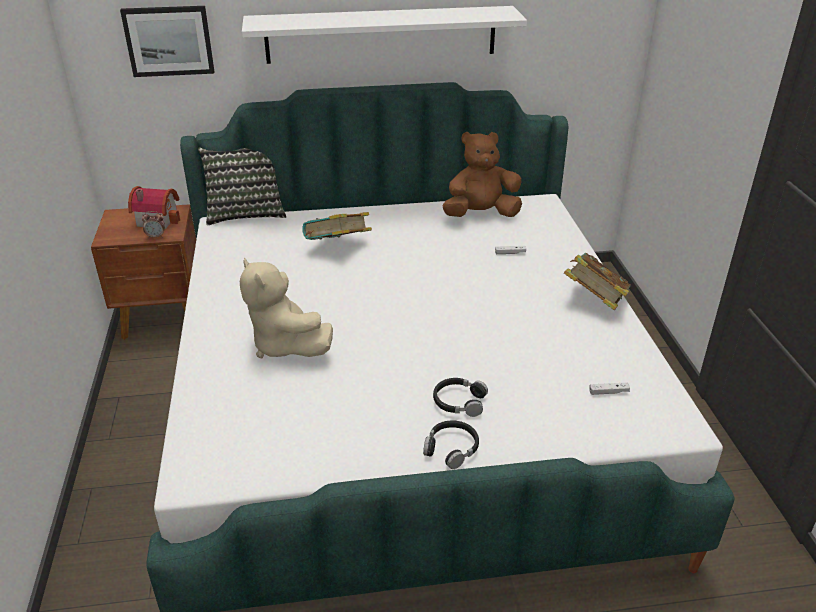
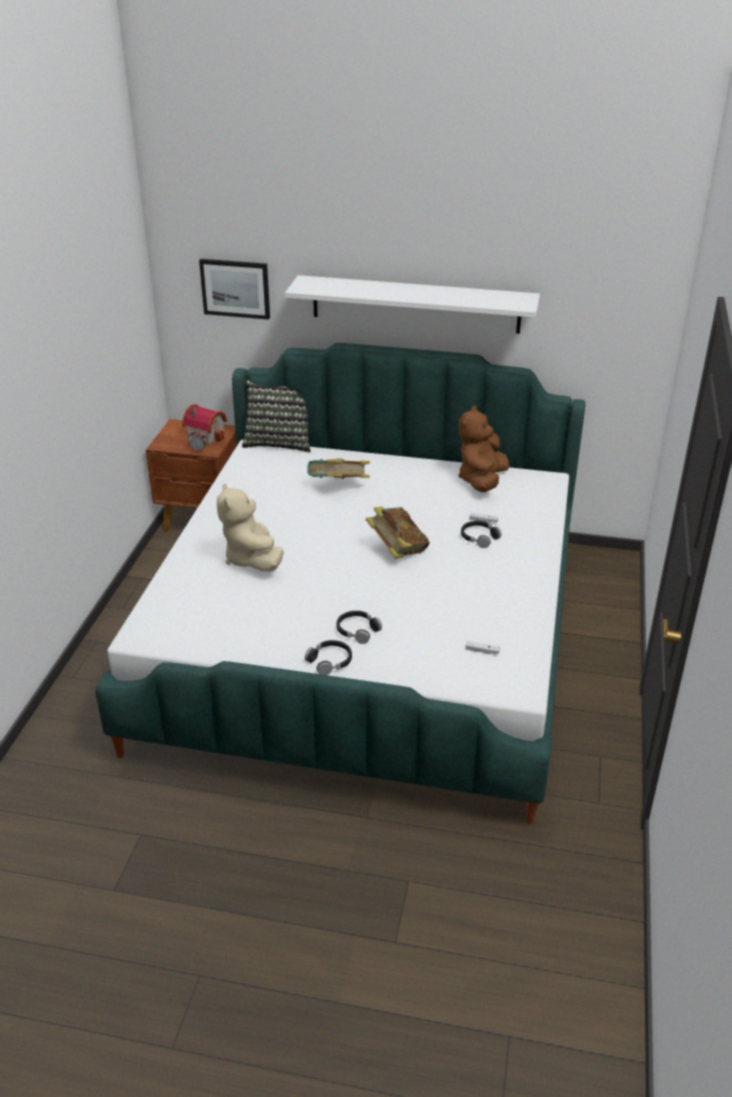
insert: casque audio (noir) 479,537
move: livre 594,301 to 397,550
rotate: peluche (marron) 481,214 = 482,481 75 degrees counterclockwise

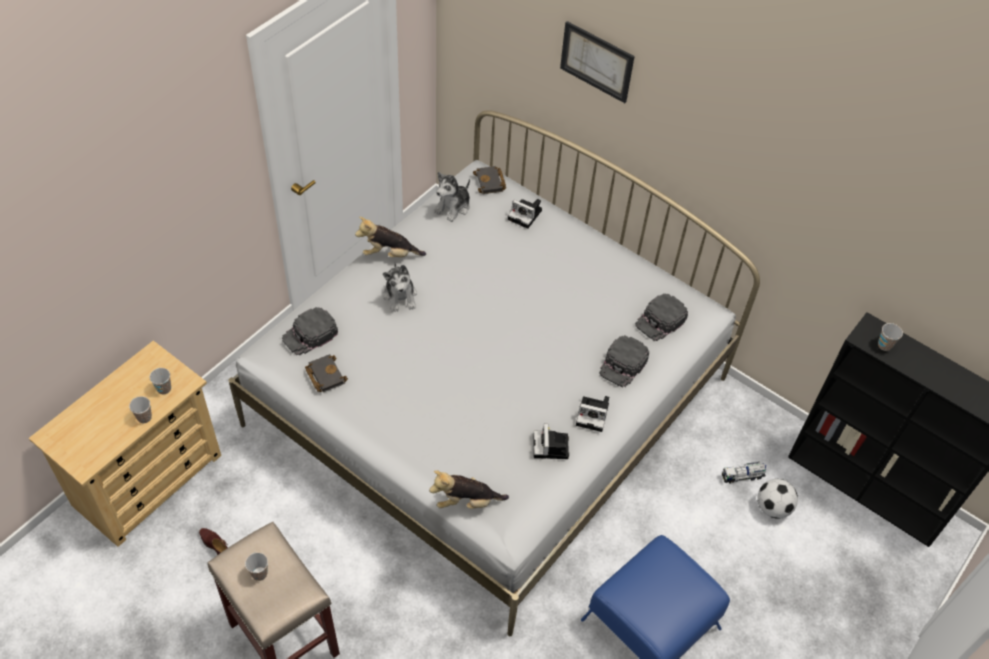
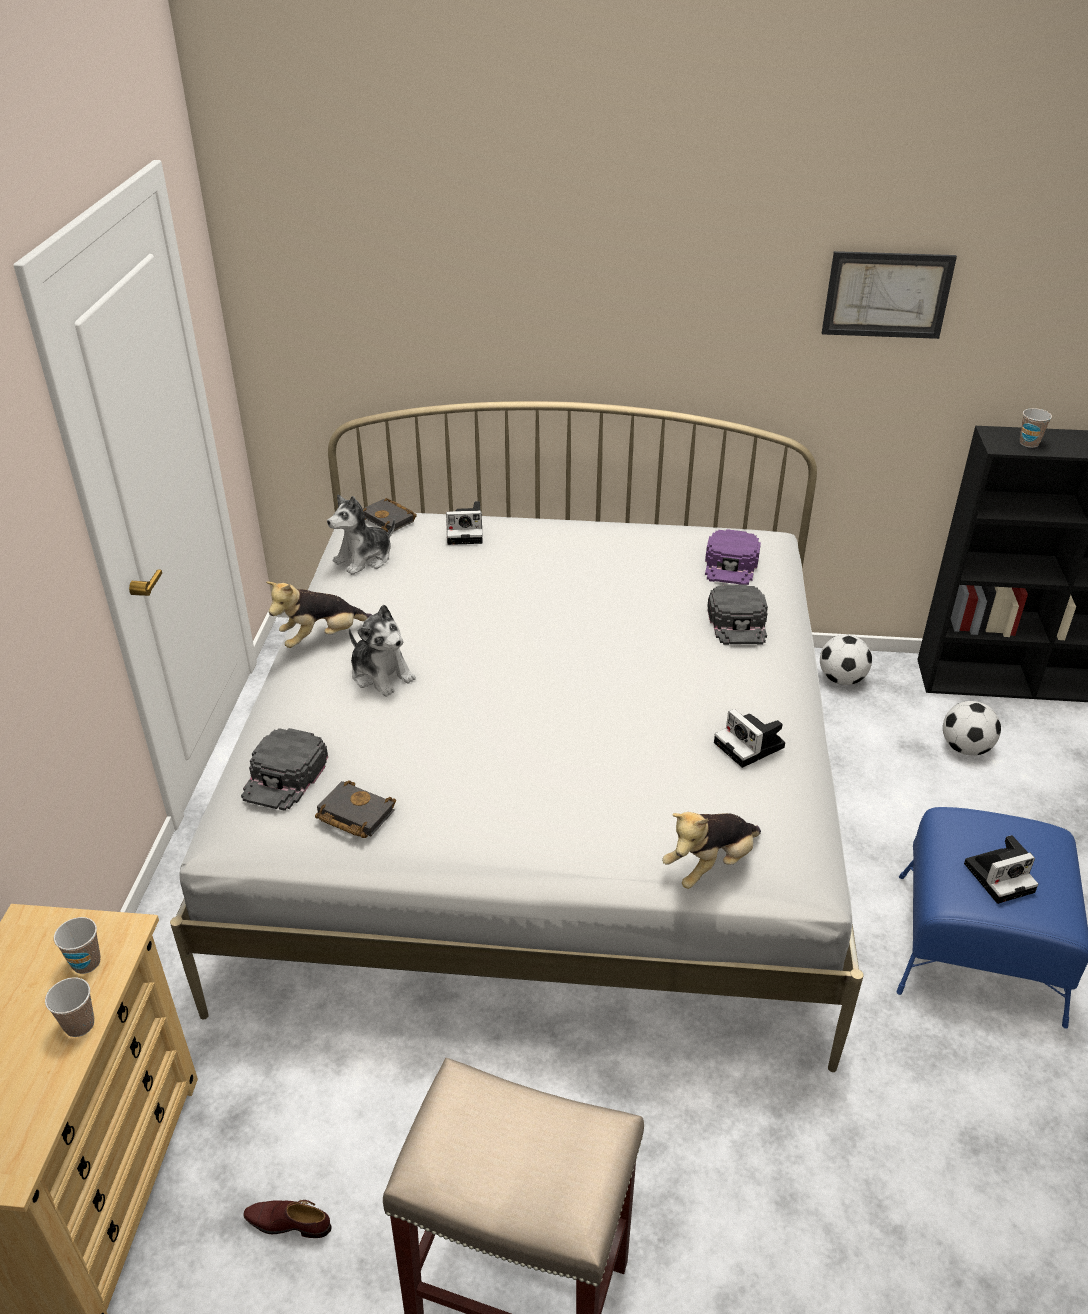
delete: tasse 259,574; camion jouet 742,476
insert: ballon de foot 842,679
move: tableau 597,61 to 887,294; appareil photo 593,415 to 1000,876
recolor: casquette (noir) 660,321 to casquette (violet) 731,565
rotate: peluche 453,207 = 364,559 45 degrees clockwise

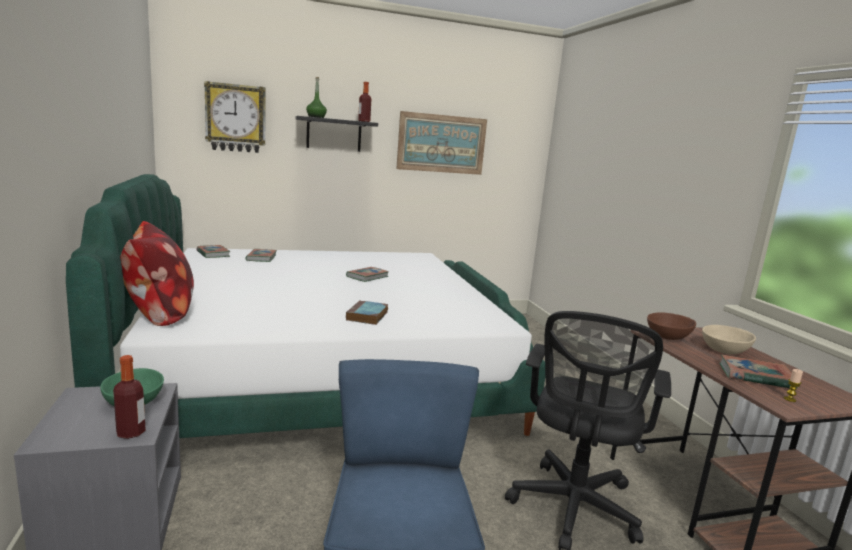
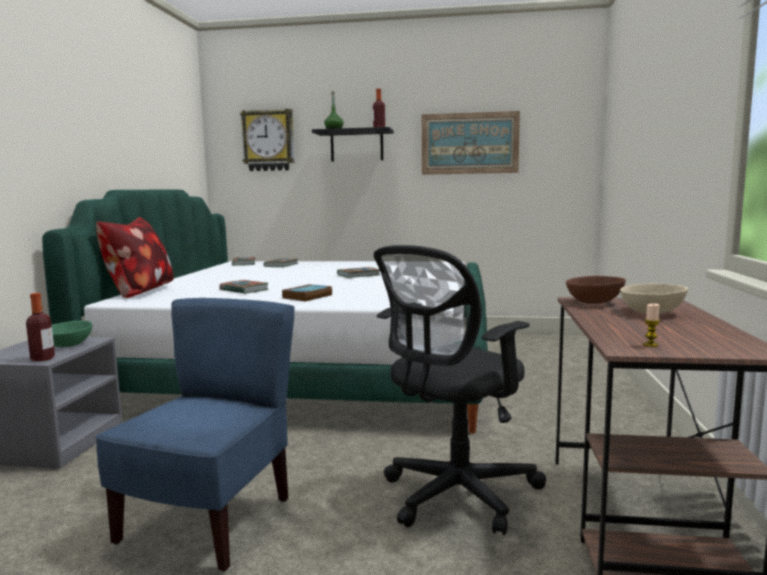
move: livre 755,376 to 244,290

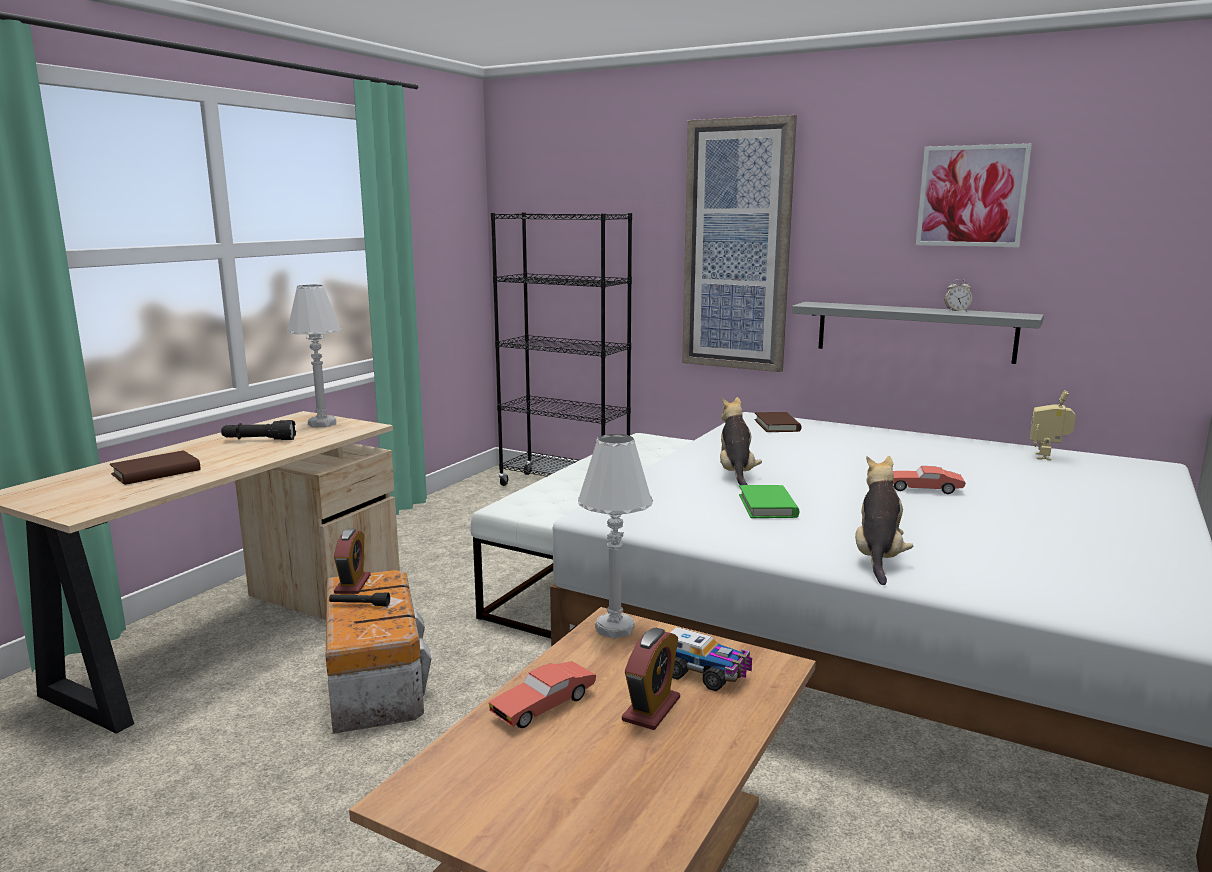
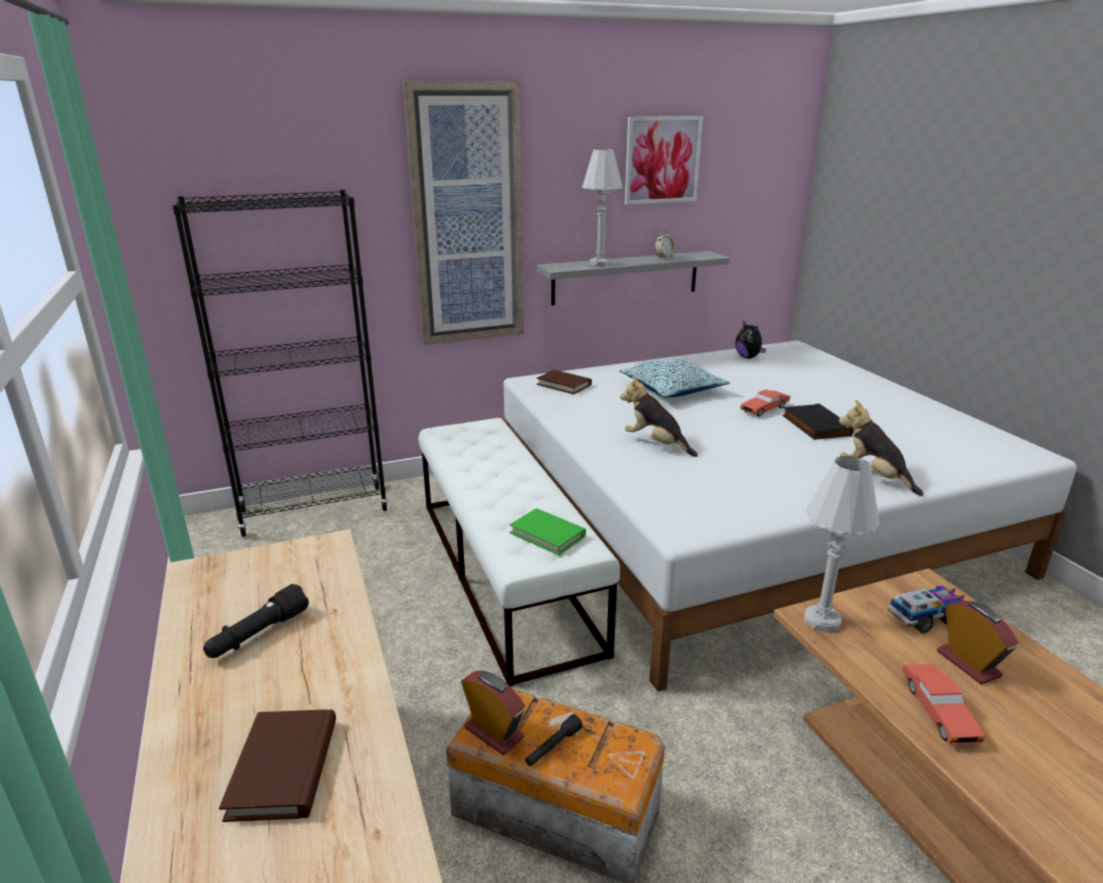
insert: coussin 672,389; livre (noir) 814,425
move: lampe de table (blanc) 322,424 to 600,264; livre (vert) 767,506 to 547,534
replace: robot jouet 1048,457 to peluche 748,357

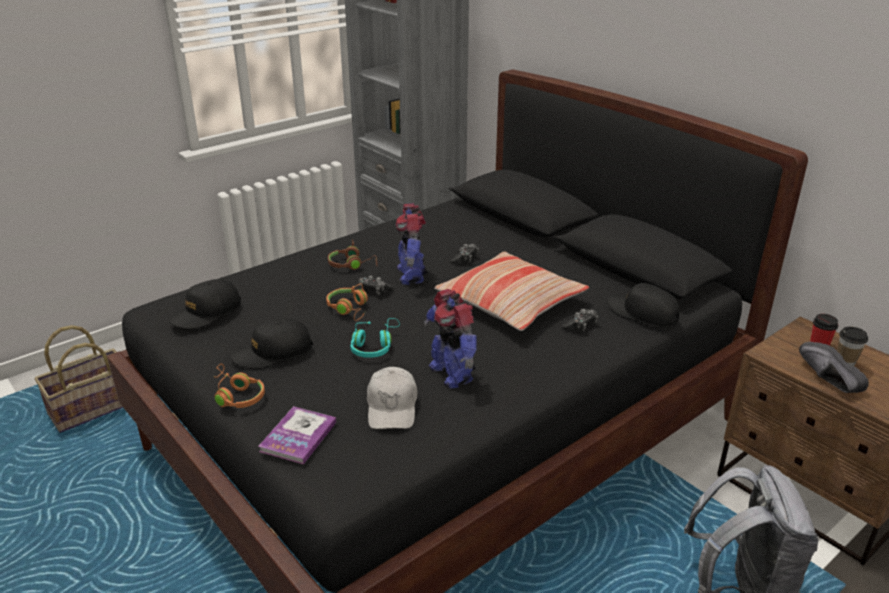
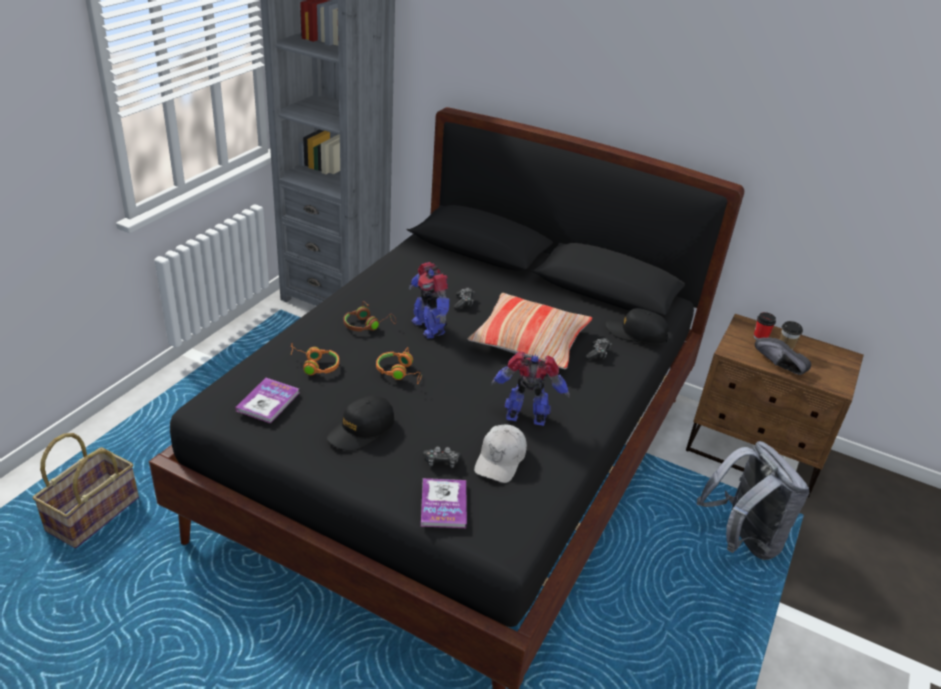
delete: casque audio (turquoise) 374,346
move: casque audio (orange) 236,395 to 314,365; manette 374,291 to 441,462
replace: casquette (noir) 206,313 to livre 268,401
rotate: casquette (blanc) 392,407 = 500,460 45 degrees clockwise; robot jouet 451,373 = 526,418 150 degrees clockwise

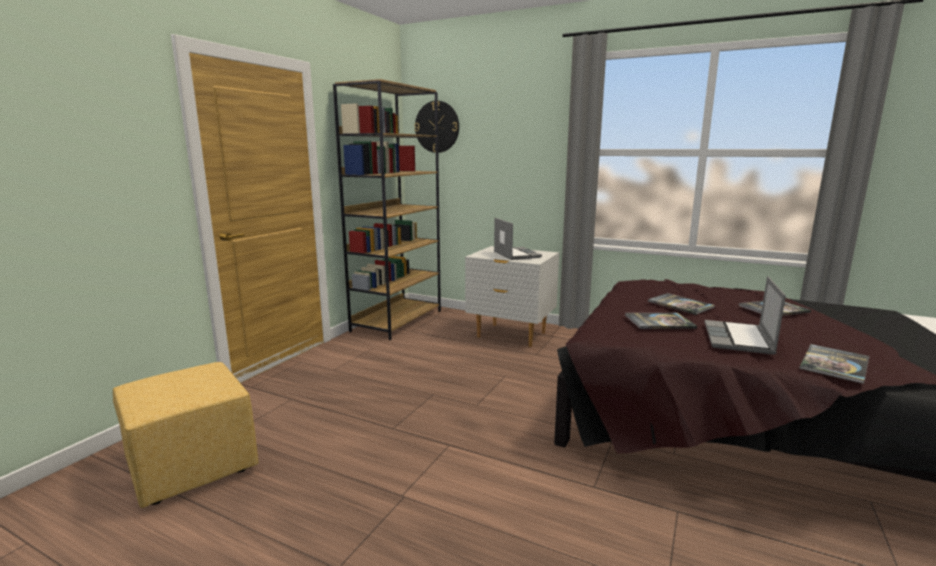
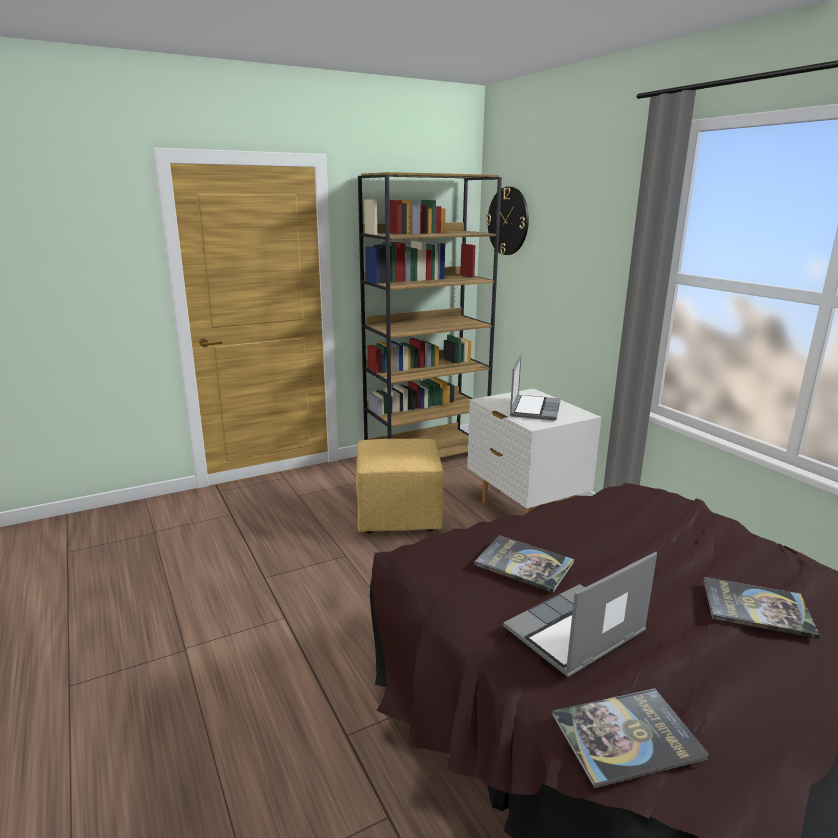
delete: livre 680,304
move: pouf (jaune) 190,467 to 397,516

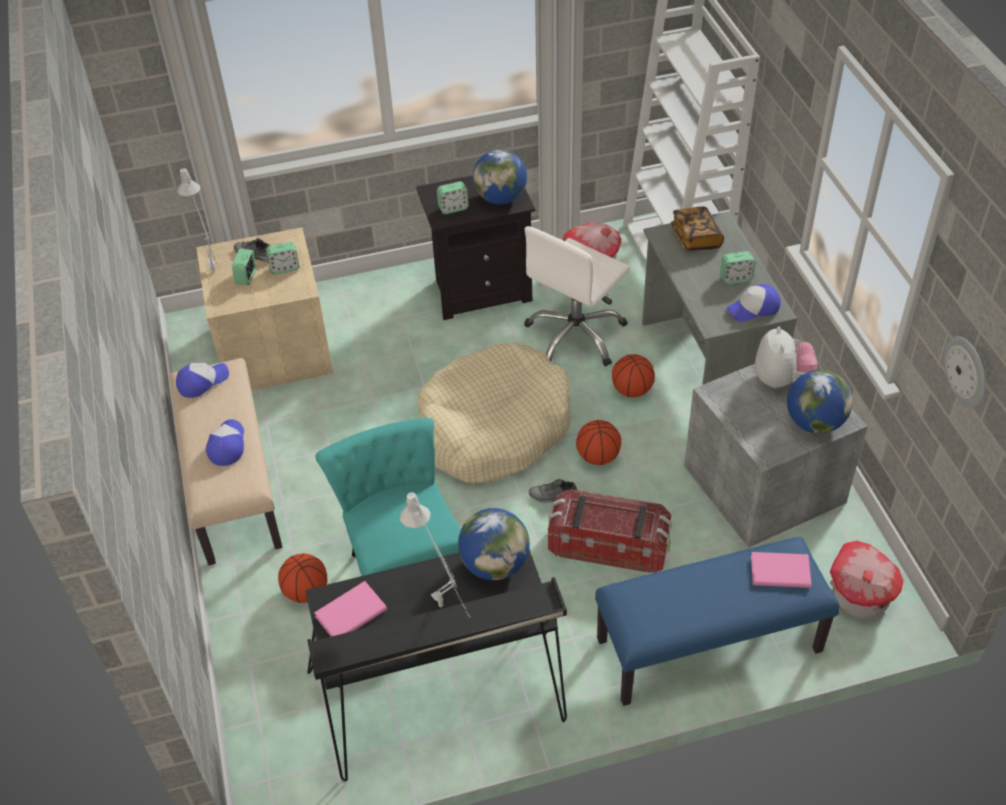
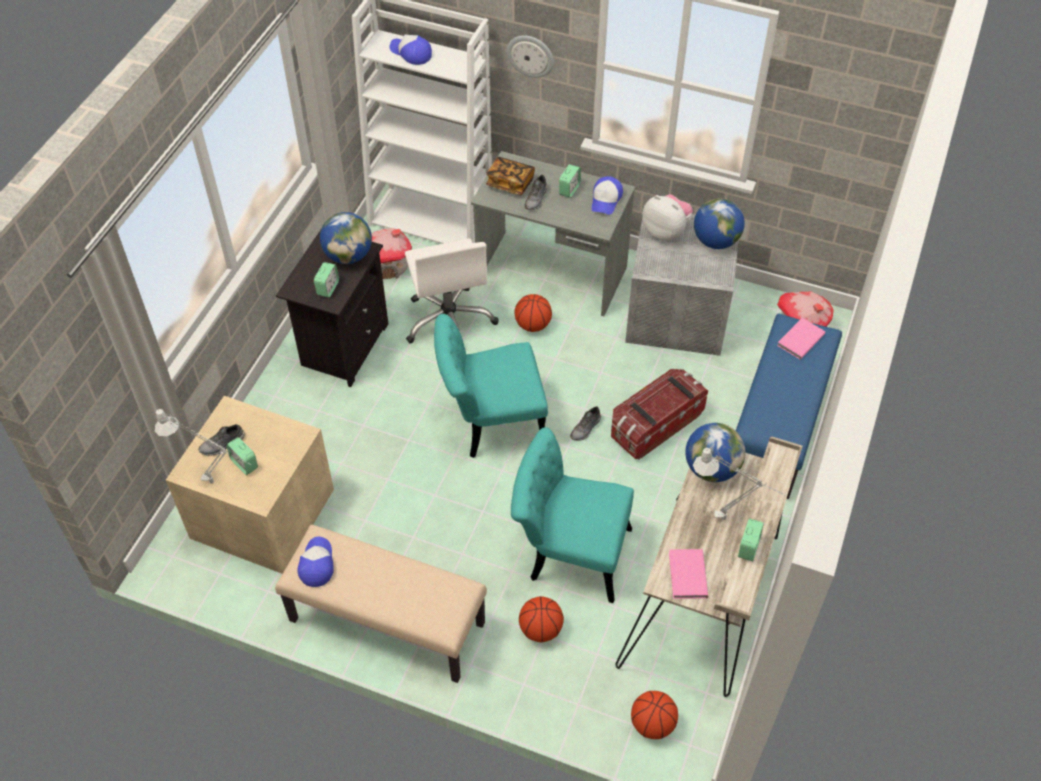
insert: chaussure (gris) 536,198
move: casquette 227,445 to 411,53; réveil 284,268 to 748,547; ballon de basket 598,457 to 652,724; horloge murale 966,371 to 530,55
replace: panier pour chien (beige) 493,428 to chaise (turquoise) 491,423
recolor: bureau (noir) 441,699 to bureau (beige) 704,598

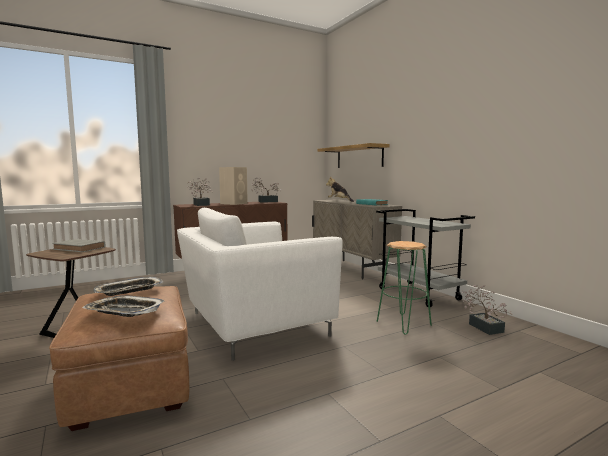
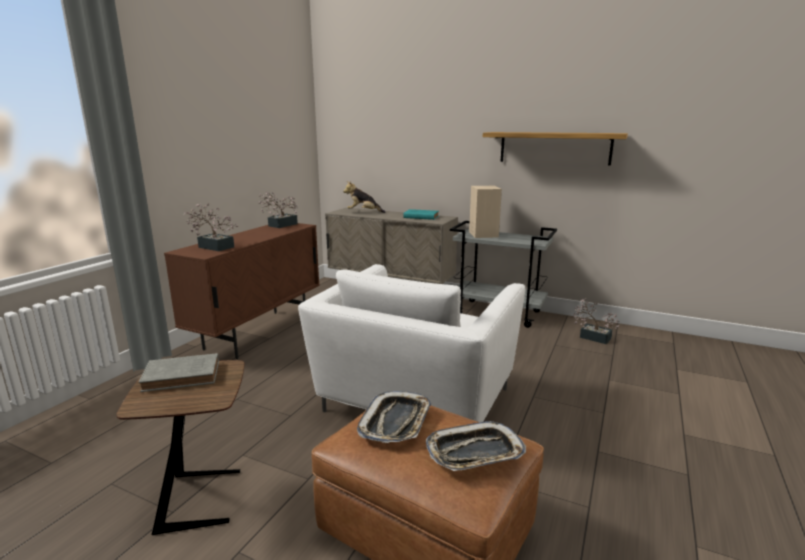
delete: tabouret (vert) 403,323
move: enceinte (beige) 234,203 to 483,234; étagère 359,157 to 554,148

